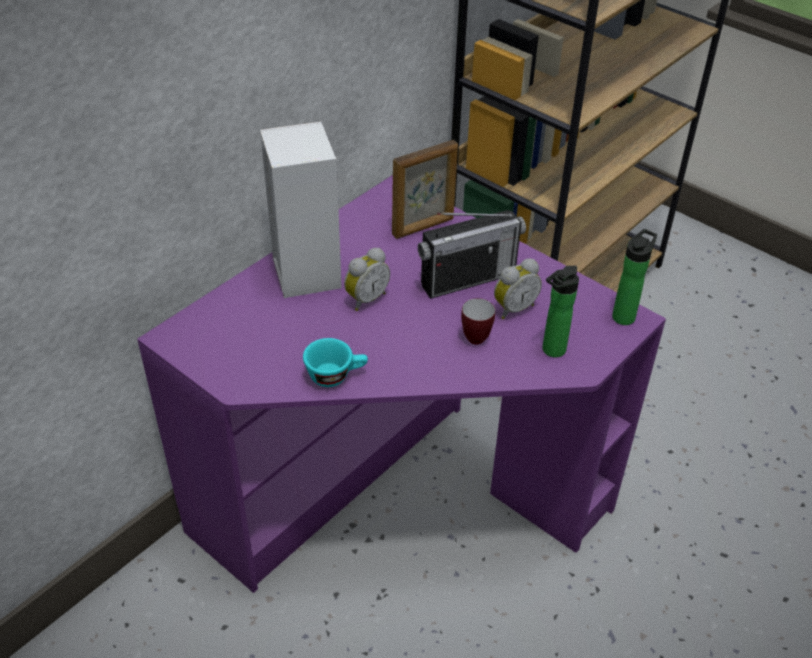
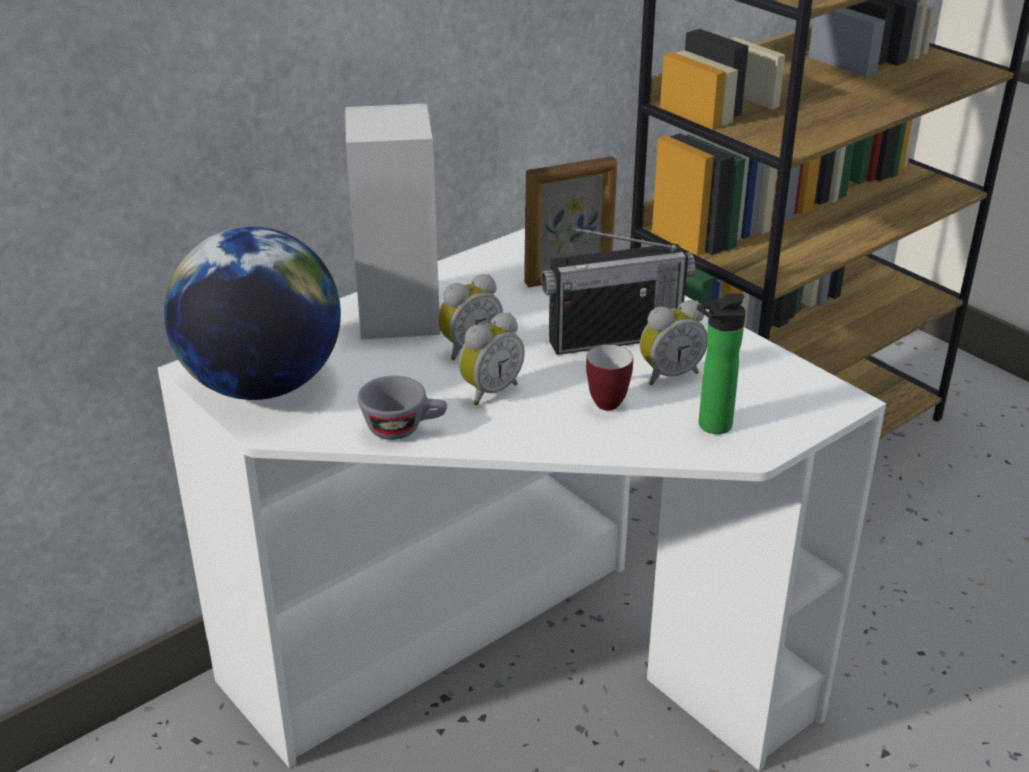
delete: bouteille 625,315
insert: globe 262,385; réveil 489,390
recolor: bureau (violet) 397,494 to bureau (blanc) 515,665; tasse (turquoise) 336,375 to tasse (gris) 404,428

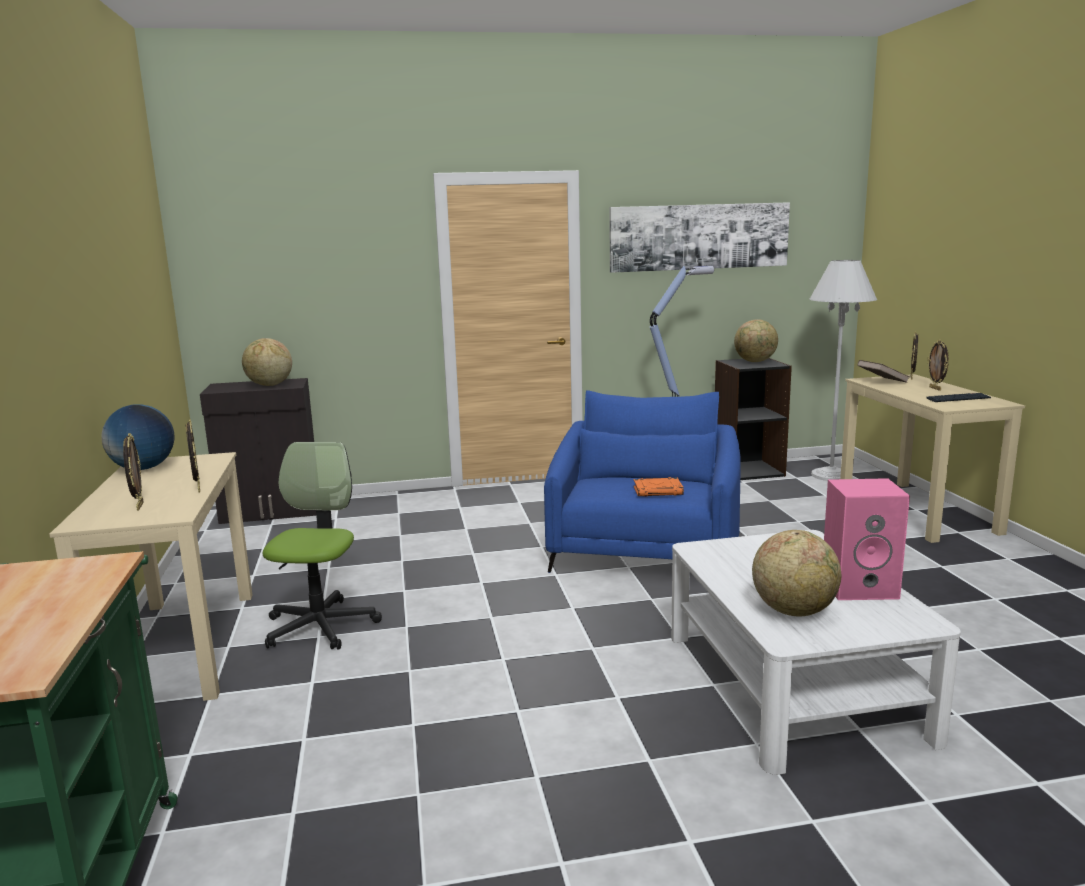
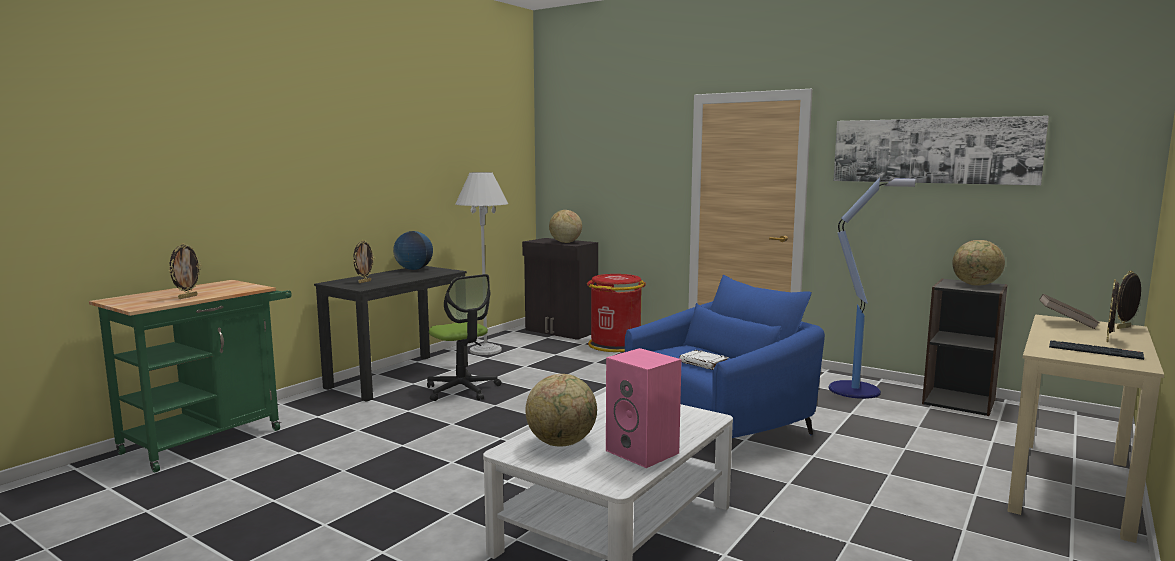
insert: poubelle (rouge) 615,345
move: cadre photo 197,489 to 187,297; lampadaire (blanc) 830,475 to 485,350
recolor: bureau (beige) 181,646 to bureau (noir) 399,376; livre (orange) 658,491 to livre (blanc) 704,363
rotate: chaise de bureau 320,626 = 462,390 90 degrees clockwise

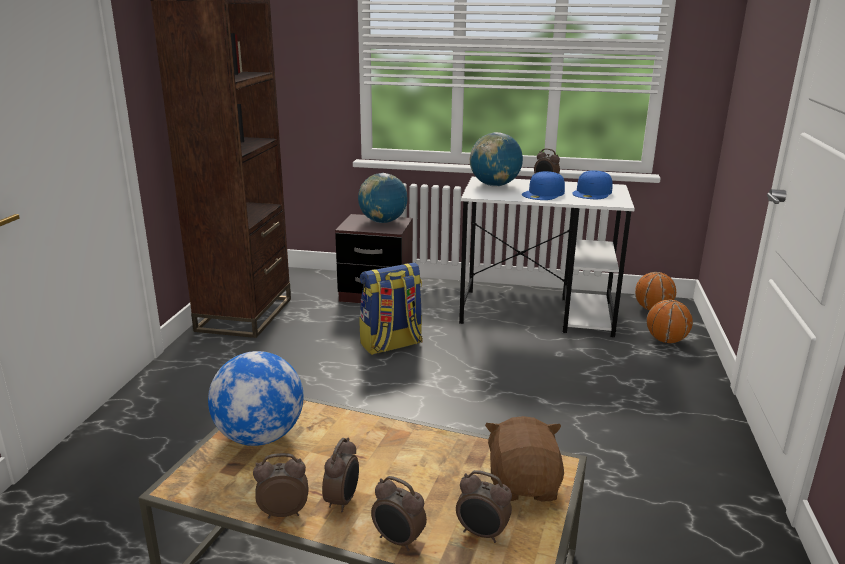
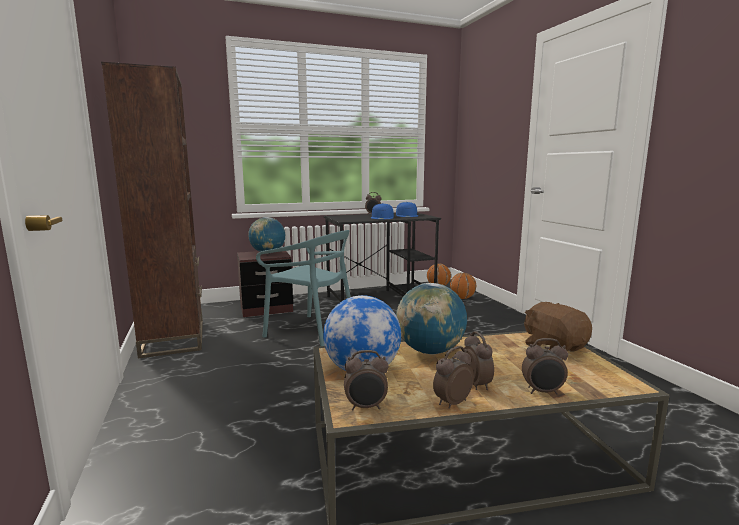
move: réveil 482,534 to 366,407; globe 494,185 to 430,351
replace: sac à dos 391,345 to chaise (turquoise) 311,332
recolor: bureau (blanc) 538,313 to bureau (noir) 381,299

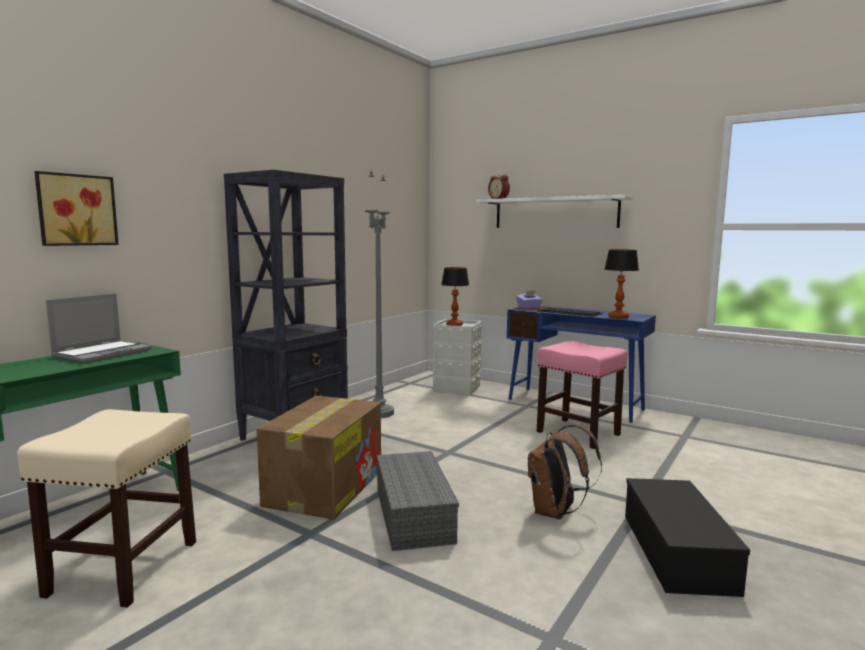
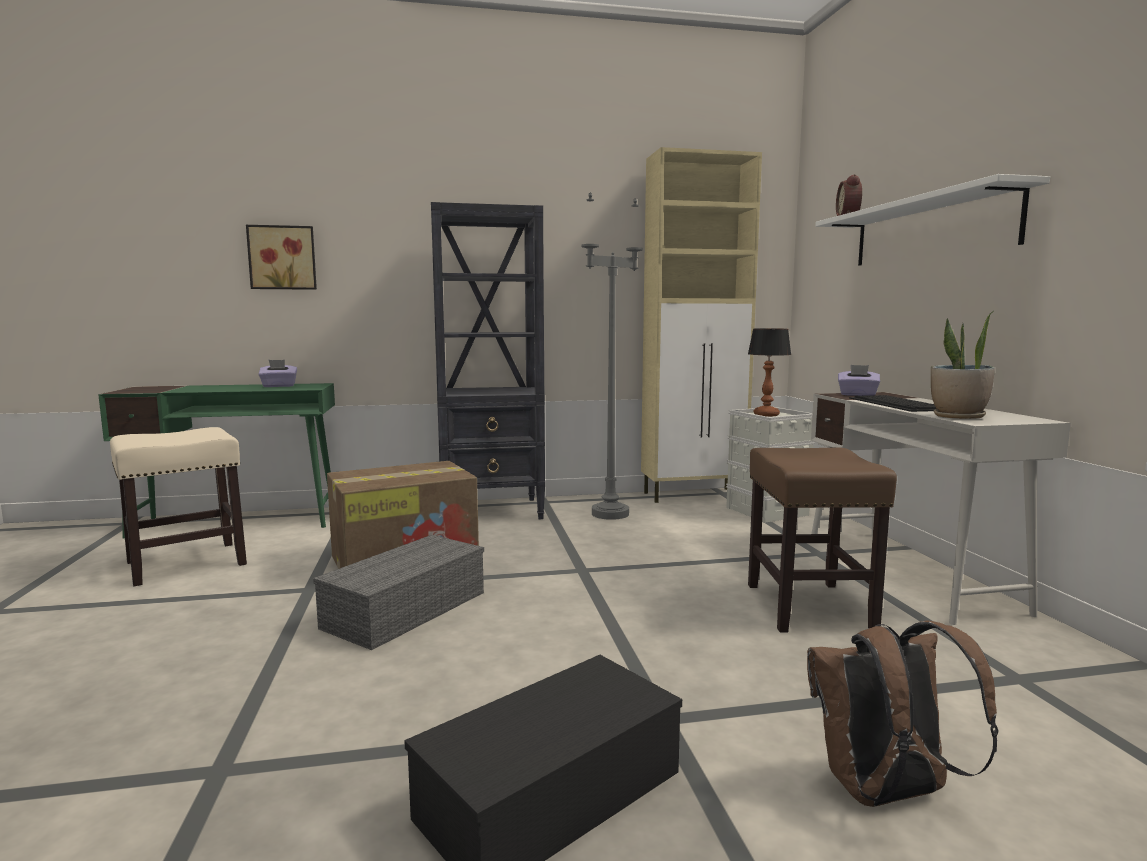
insert: meuble de rangement (beige) 694,495
move: sac à dos (marron) 556,513 to 884,794
replace: ordinateur portable 103,353 to boîte à mouchoirs (violet) 279,386; lampe de table 618,317 to plante en pot 958,416
recolor: bureau (bleu) 575,404 to bureau (blanc) 907,572; tabouret (rose) 577,433 to tabouret (marron) 807,606

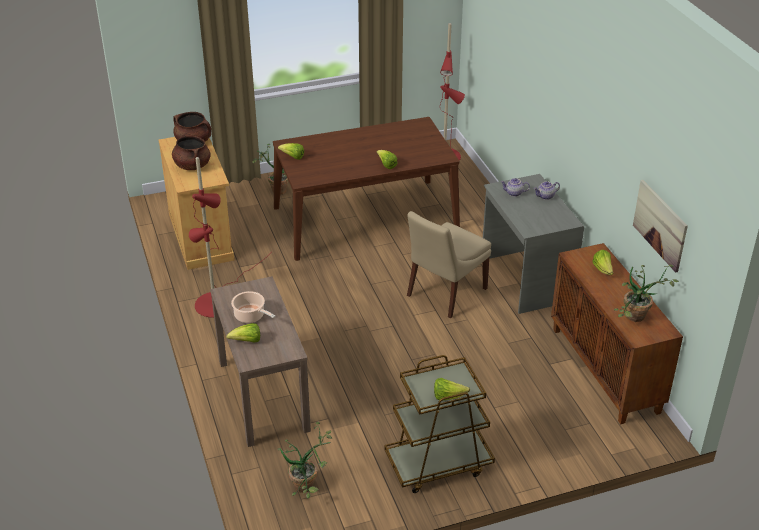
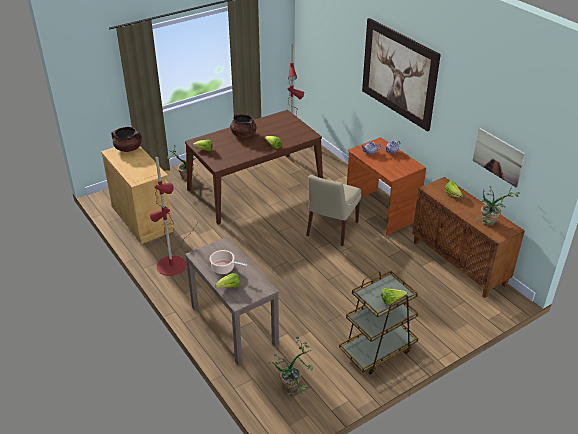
insert: tableau 399,73
move: marmite (marron) 192,165 to 243,134
recolor: bureau (gris) 525,279 to bureau (marron) 380,211

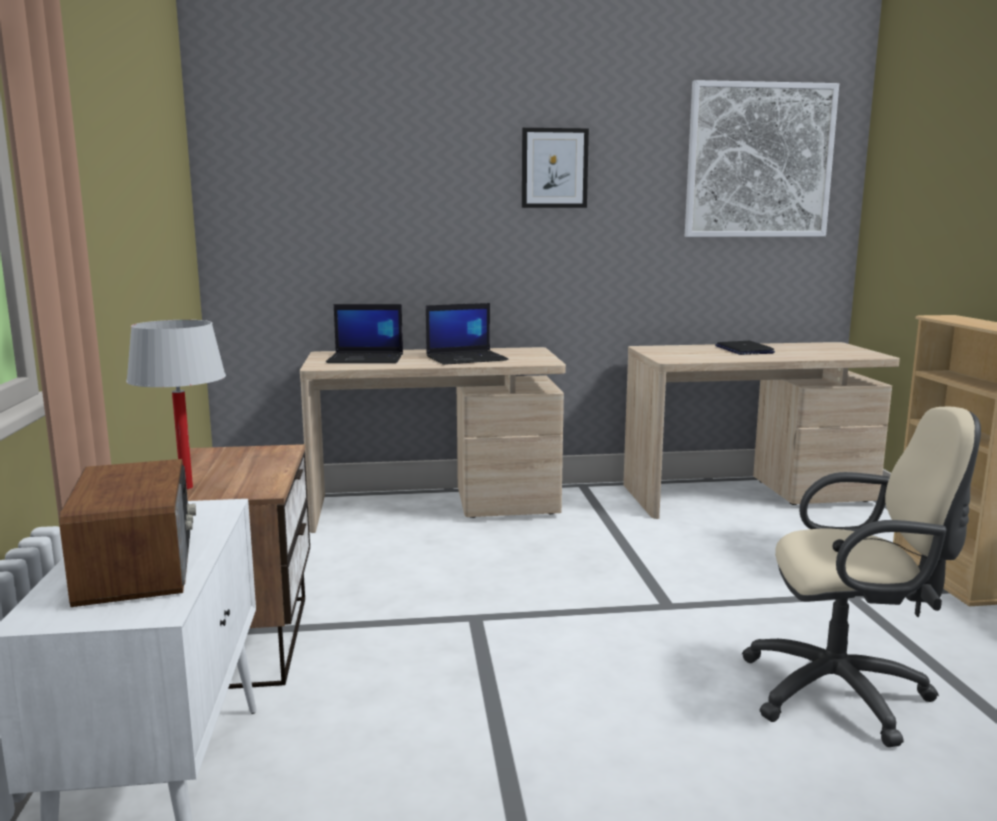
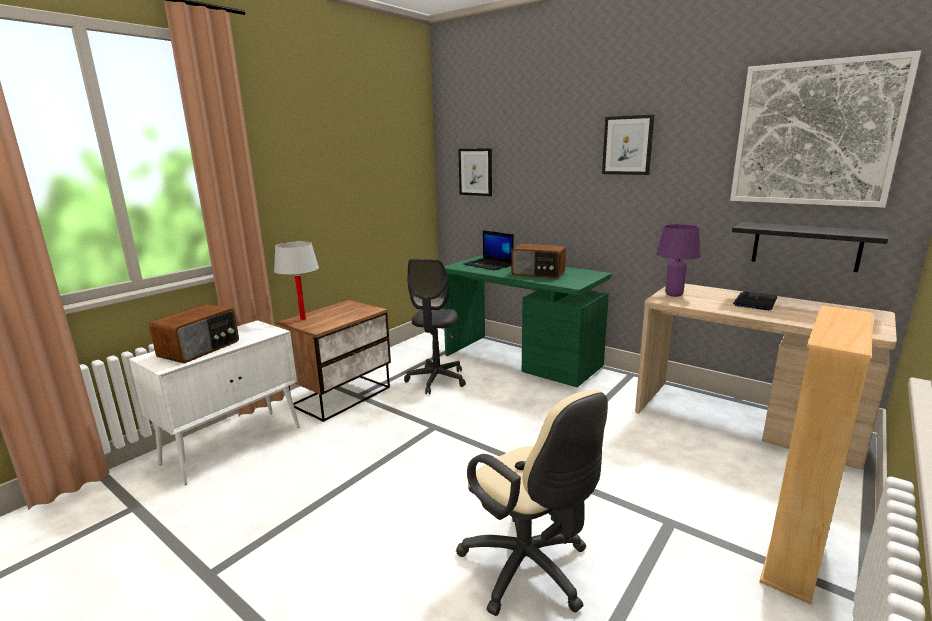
insert: chaise de bureau (gris) 436,380; tableau 475,172; lampe de table (violet) 674,295; étagère (noir) 805,246
replace: ordinateur portable 467,358 to radio 538,274
recolor: bureau (beige) 435,507 to bureau (vert) 522,360

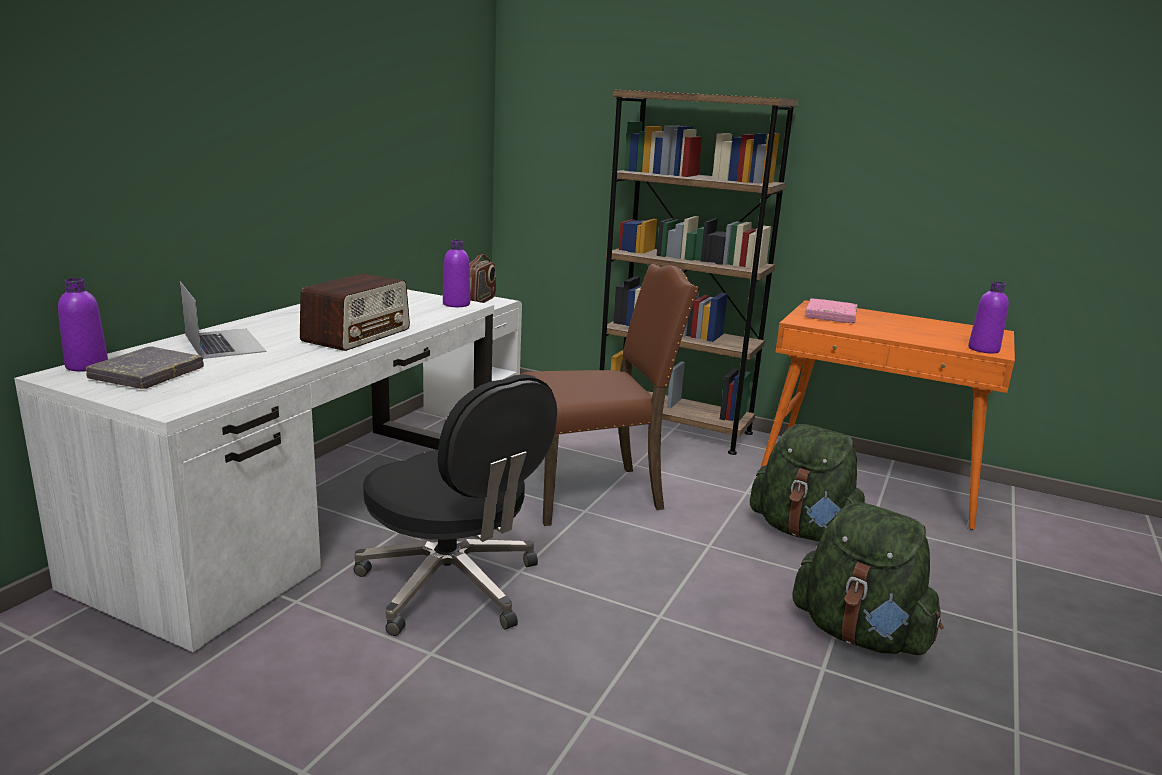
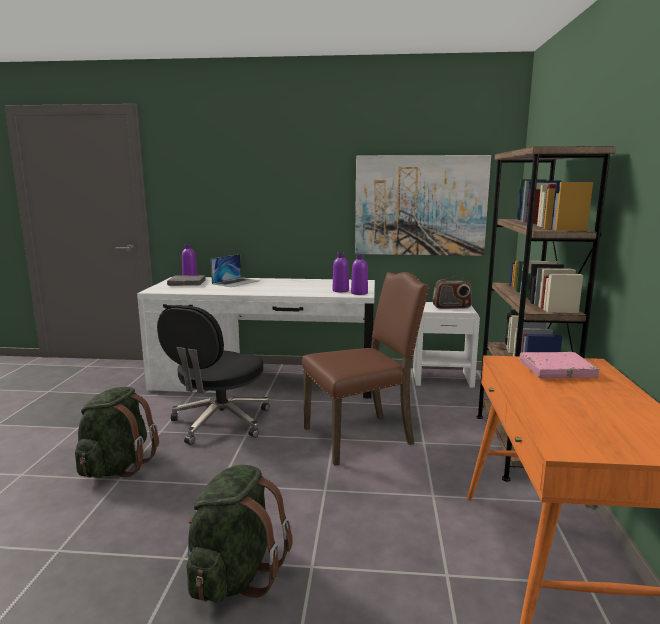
delete: radio 357,335
insert: tableau 420,206
move: sac à dos (vert) 804,531 to 117,466; bouteille (violet) 983,349 to 340,290
rotate: chaise (marron) 593,493 = 361,436 75 degrees counterclockwise

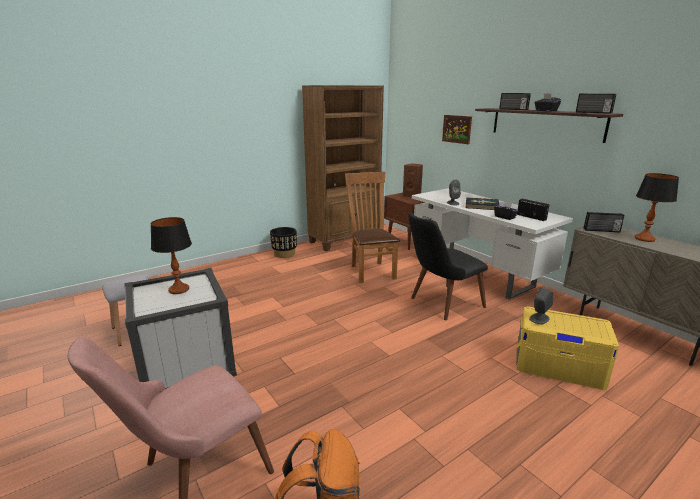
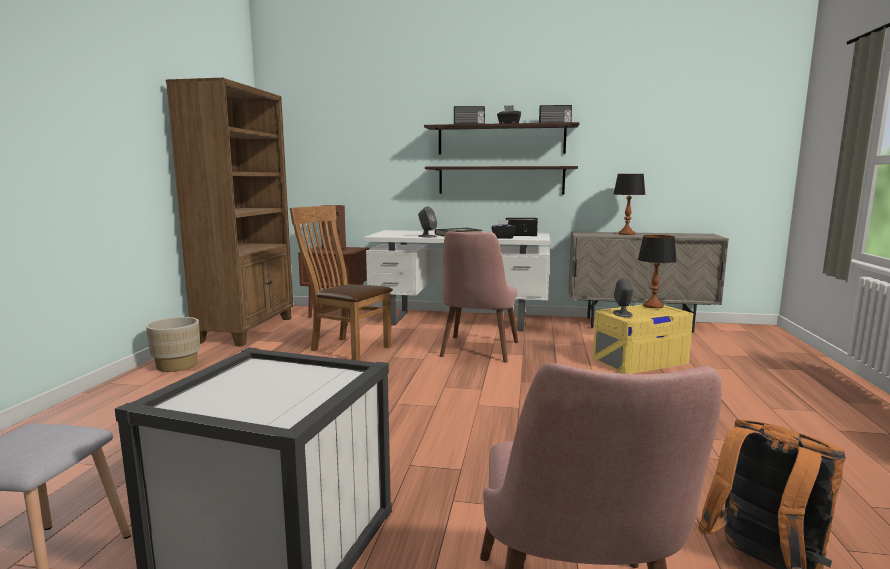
delete: tableau 456,129; radio 601,230
insert: étagère 501,180
move: lampe de table 179,290 to 653,306
recolor: cache-pot (noir) 284,254 to cache-pot (beige) 177,365; chaise (noir) 440,304 to chaise (rose) 477,352

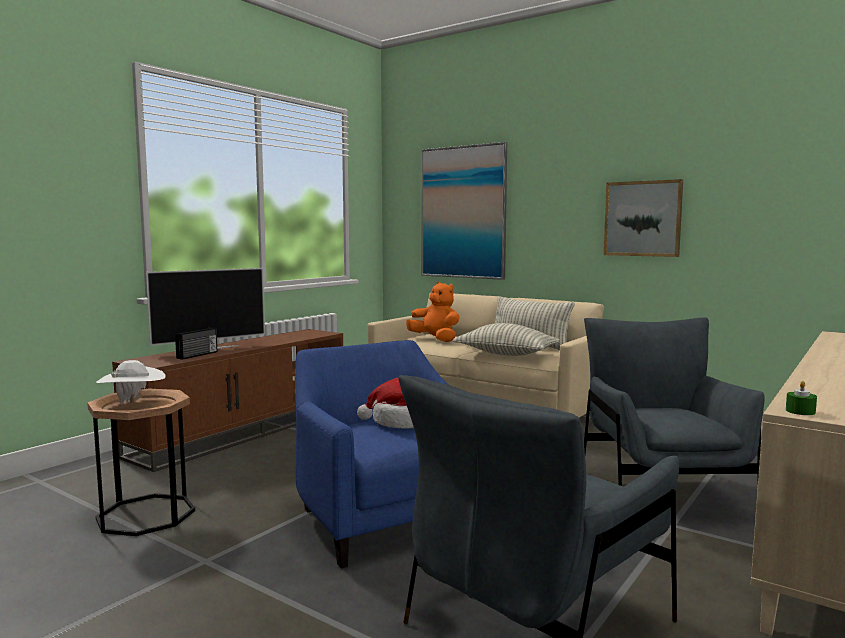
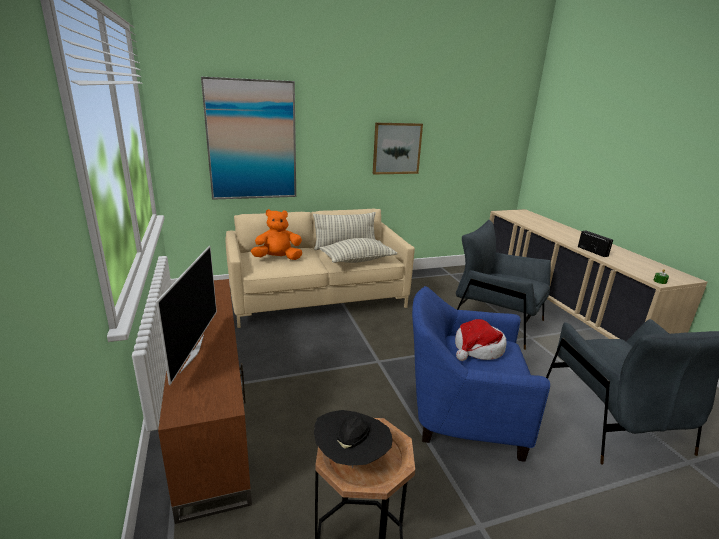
move: radio 198,355 to 593,251
recolor: chapeau (blanc) 133,403 to chapeau (noir) 352,458

